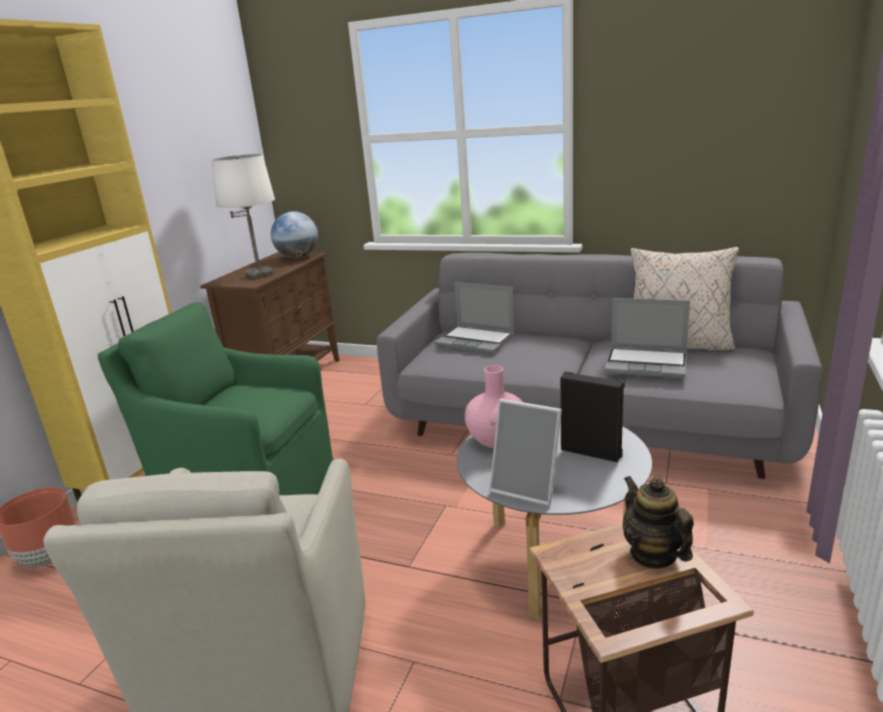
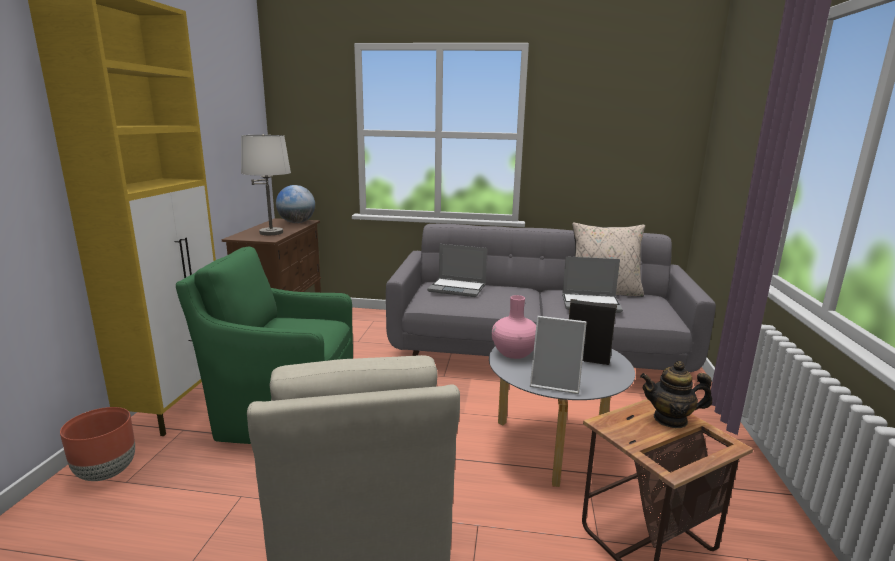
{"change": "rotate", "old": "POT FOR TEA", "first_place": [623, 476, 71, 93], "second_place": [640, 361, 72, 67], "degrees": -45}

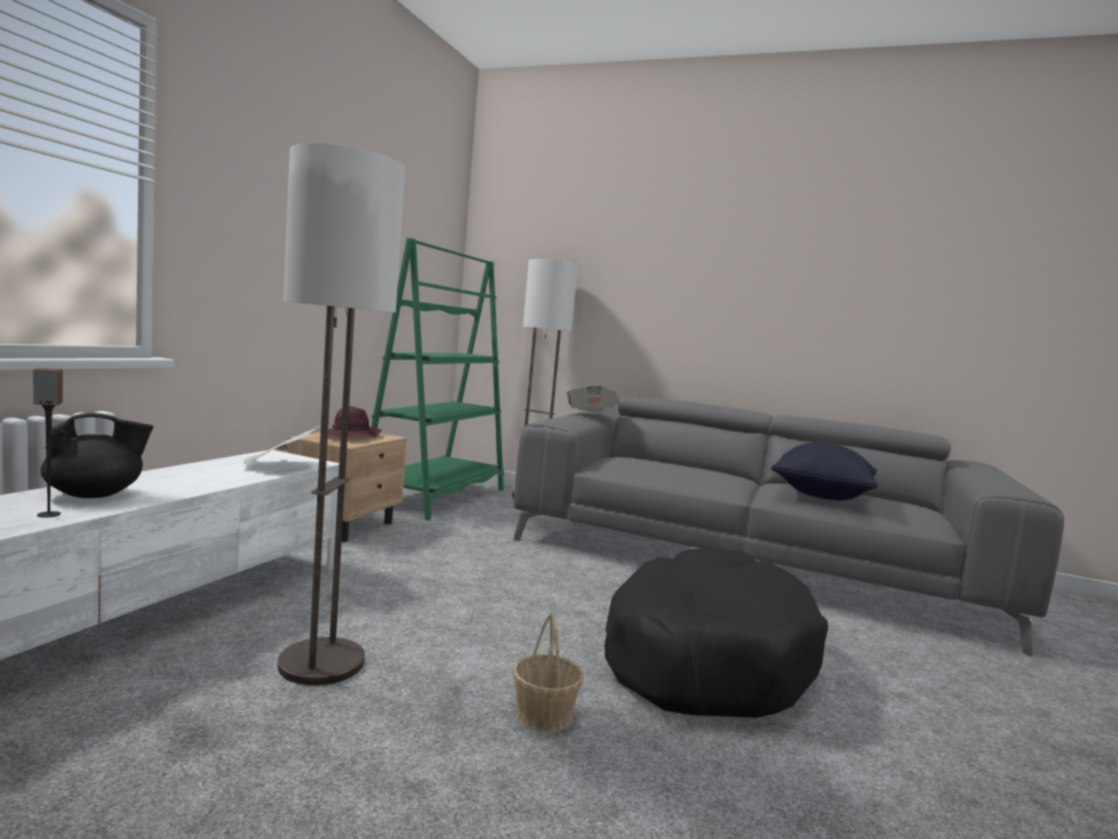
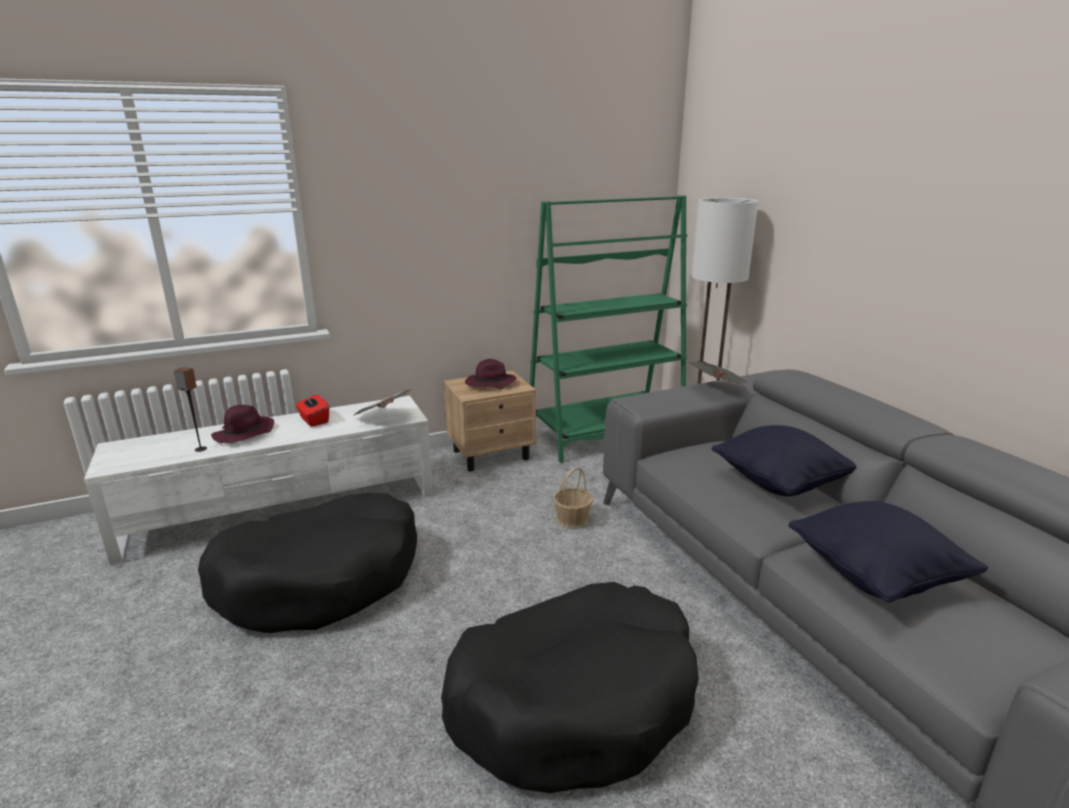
{"change": "replace", "old": "BLACK-COLOURED POT FOR TEA", "new": "PURPLE-COLOURED CLOTHING HAT", "first_place": [40, 413, 113, 85], "second_place": [211, 405, 63, 38]}
{"change": "replace", "old": "FLOOR LAMP", "new": "BLACK-COLOURED PET BED", "first_place": [278, 143, 127, 542], "second_place": [198, 493, 219, 140]}
{"change": "move", "old": "BASKET", "first_place": [512, 613, 72, 119], "second_place": [553, 467, 40, 62]}
{"change": "insert", "new": "RED BOX OF TISSUES", "second_place": [296, 395, 33, 32]}
{"change": "insert", "new": "BLACK-COLOURED THROW PILLOW", "second_place": [712, 425, 144, 71]}

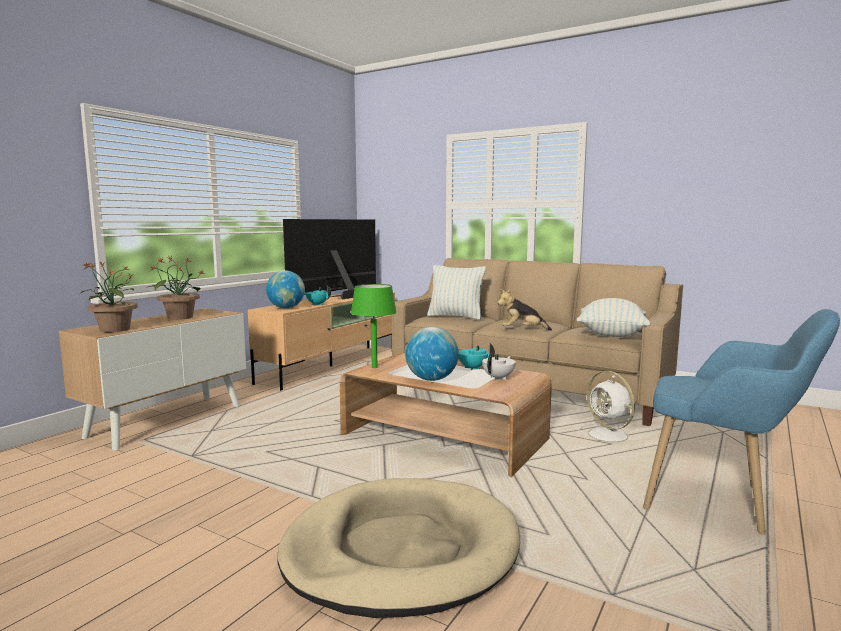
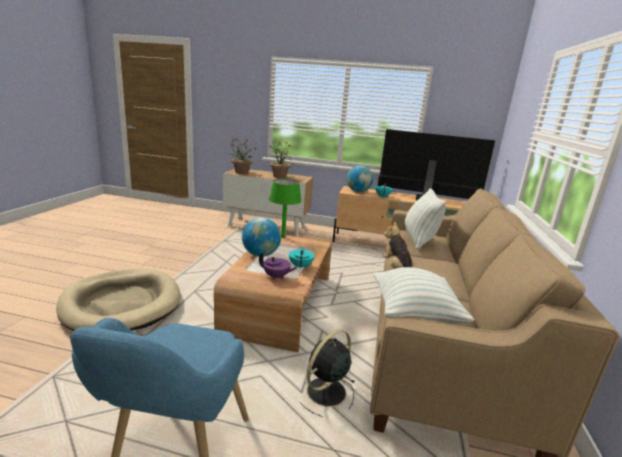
{"change": "recolor", "old": "WHITISH POT FOR TEA", "new": "PURPLE-COLOURED POT FOR TEA", "first_place": [482, 353, 34, 27], "second_place": [259, 252, 38, 28]}
{"change": "recolor", "old": "WHITISH FAN", "new": "BLACK-COLOURED FAN", "first_place": [578, 371, 63, 75], "second_place": [300, 330, 54, 87]}

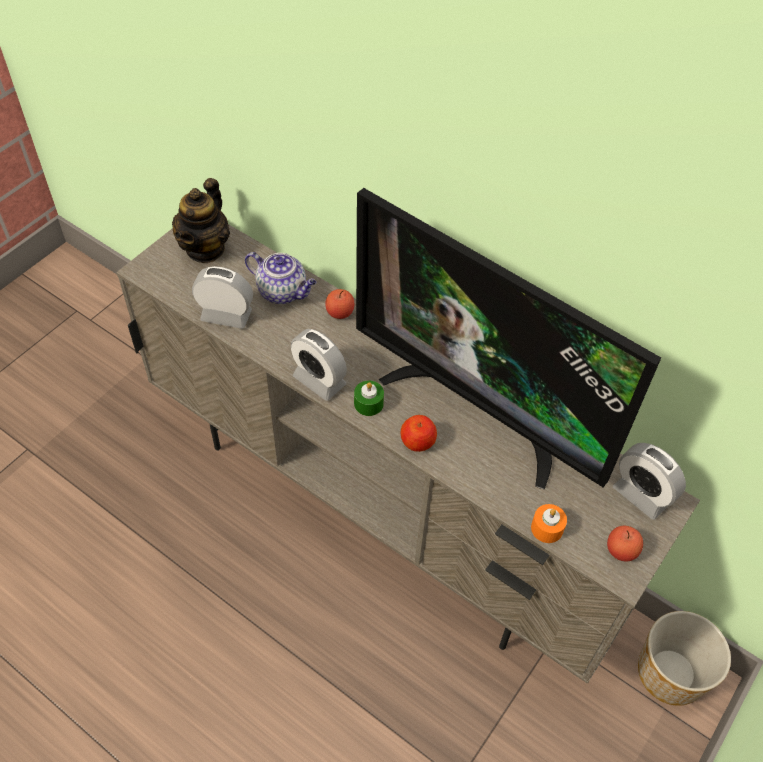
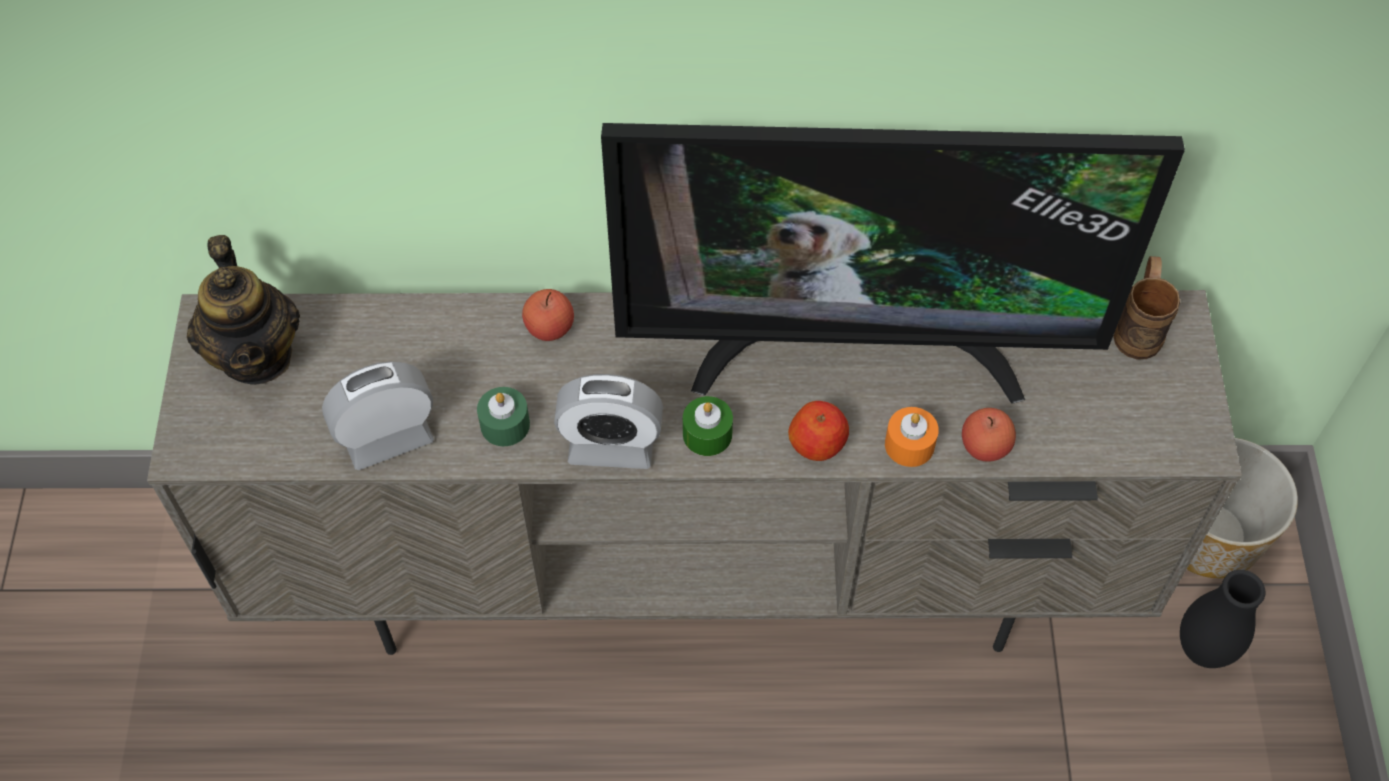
{"change": "delete", "old": "POT FOR TEA", "first_place": [245, 252, 72, 52]}
{"change": "move", "old": "ORANGE CANDLE", "first_place": [531, 504, 36, 39], "second_place": [885, 407, 54, 60]}
{"change": "move", "old": "WHOLE APPLE", "first_place": [607, 526, 36, 35], "second_place": [962, 408, 54, 54]}
{"change": "replace", "old": "TABLE CLOCK", "new": "BROWN-COLOURED COFFEE MUG", "first_place": [613, 443, 73, 77], "second_place": [1114, 256, 66, 103]}
{"change": "insert", "new": "GREENISH CANDLE", "second_place": [477, 387, 53, 59]}
{"change": "insert", "new": "BLACK-COLOURED VASE", "second_place": [1180, 570, 85, 98]}

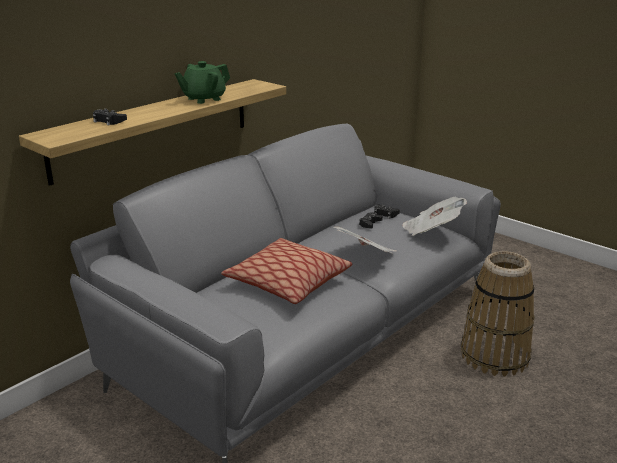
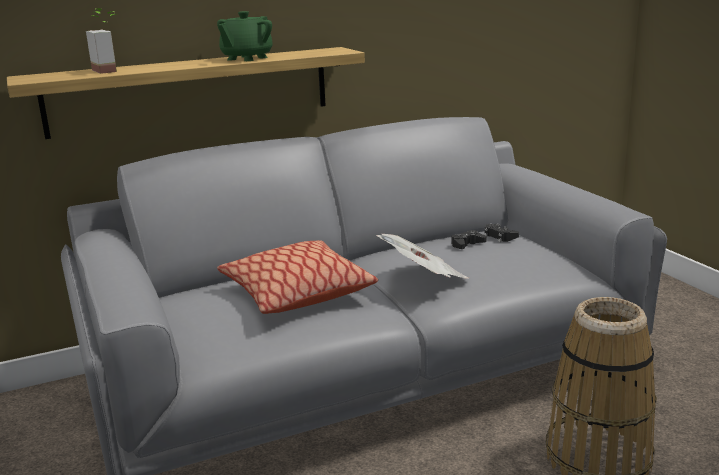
{"change": "replace", "old": "BLACK-COLOURED GAME CONTROLLER", "new": "PLANT IN A POT", "first_place": [93, 109, 34, 16], "second_place": [86, 8, 33, 66]}
{"change": "rotate", "old": "GREENISH POT FOR TEA", "first_place": [175, 61, 55, 43], "second_place": [217, 11, 56, 50], "degrees": -45}
{"change": "delete", "old": "PRINTED PAPER", "first_place": [402, 197, 65, 39]}

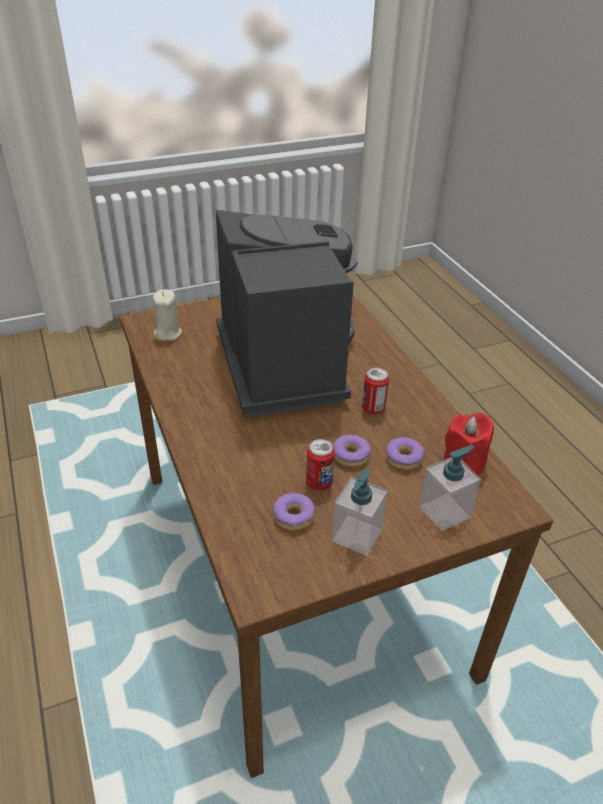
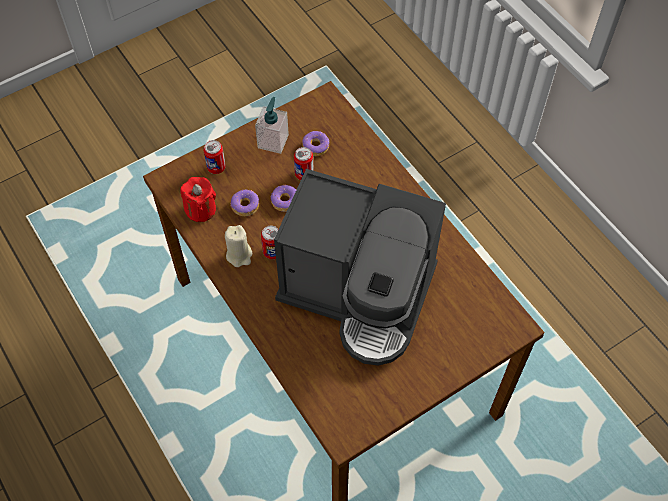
{"change": "move", "old": "SAND-COLOURED CANDLE", "first_place": [153, 289, 29, 52], "second_place": [225, 225, 27, 42]}
{"change": "rotate", "old": "COFFEE BREWER", "first_place": [216, 210, 142, 207], "second_place": [274, 169, 172, 197], "degrees": -45}
{"change": "replace", "old": "LIQUID SOAP BOTTLE", "new": "METAL CAN", "first_place": [419, 445, 62, 86], "second_place": [203, 140, 23, 34]}

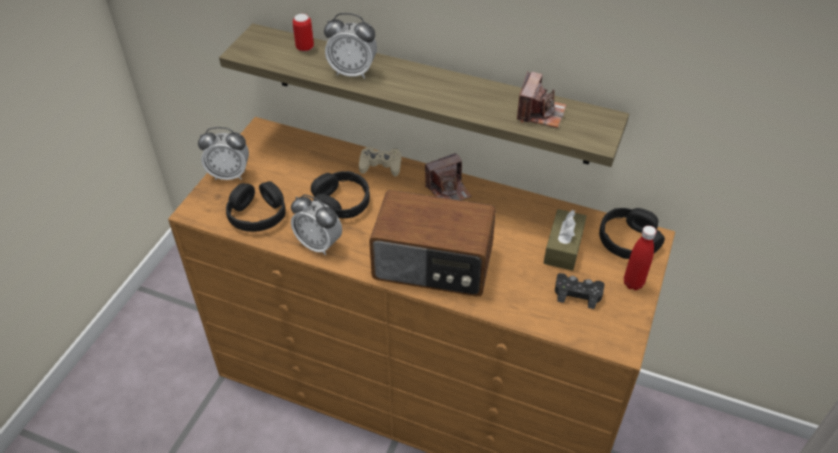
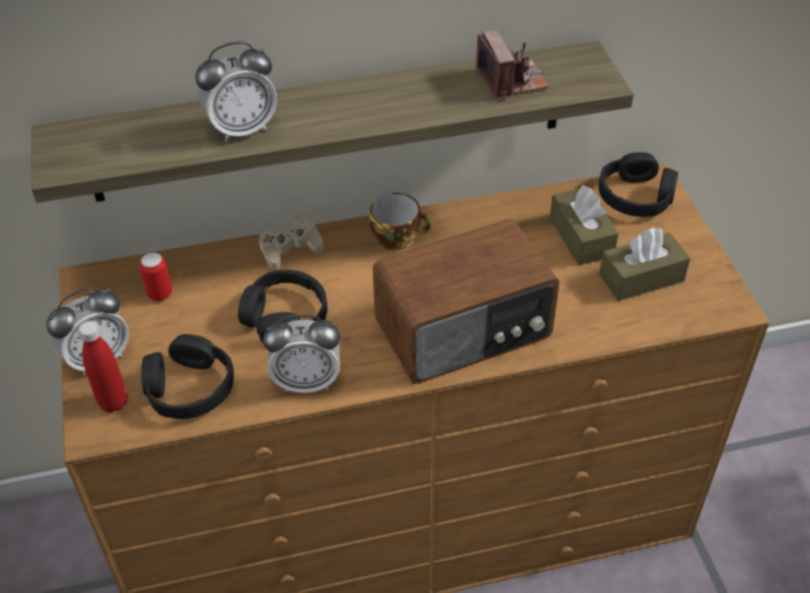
{"change": "move", "old": "METAL CAN", "first_place": [293, 14, 21, 37], "second_place": [139, 252, 33, 49]}
{"change": "replace", "old": "STILL CAMERA", "new": "CUP", "first_place": [425, 153, 46, 47], "second_place": [369, 193, 62, 58]}
{"change": "replace", "old": "BLACK-COLOURED GAME CONTROLLER", "new": "BROWN-COLOURED BOX OF TISSUES", "first_place": [555, 273, 49, 36], "second_place": [599, 228, 91, 73]}
{"change": "move", "old": "RED BOTTLE", "first_place": [624, 226, 32, 64], "second_place": [78, 321, 50, 92]}

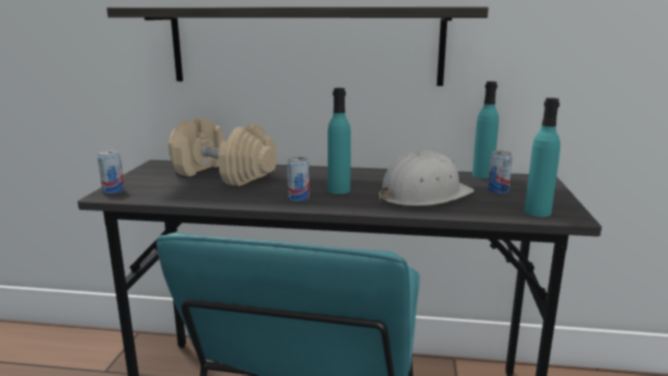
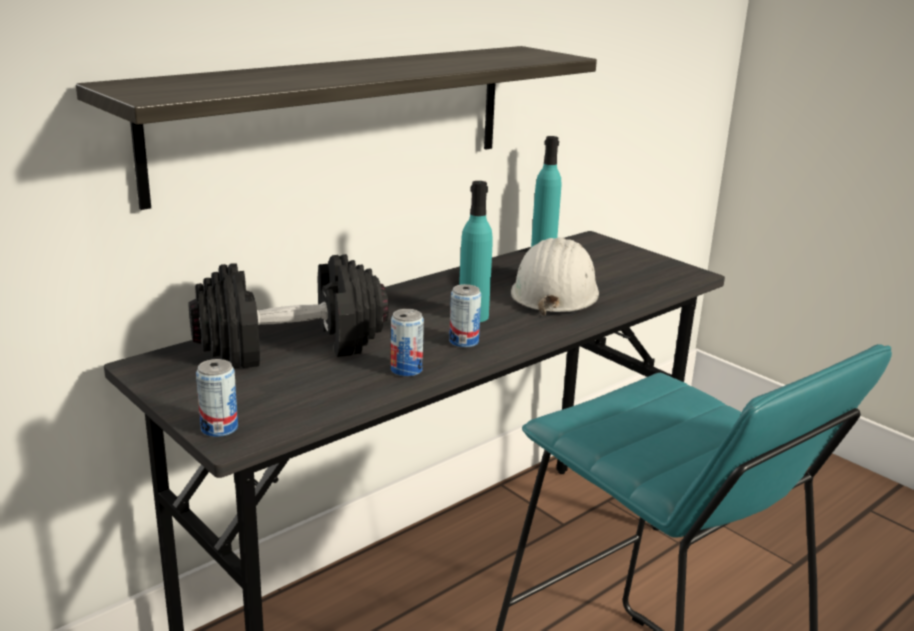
{"change": "recolor", "old": "SAND-COLOURED HAND WEIGHT", "new": "BLACK-COLOURED HAND WEIGHT", "first_place": [168, 117, 109, 69], "second_place": [188, 254, 201, 114]}
{"change": "move", "old": "METAL CAN", "first_place": [488, 151, 25, 43], "second_place": [391, 309, 33, 68]}
{"change": "delete", "old": "BLUE-GREEN BOTTLE", "first_place": [524, 98, 36, 119]}

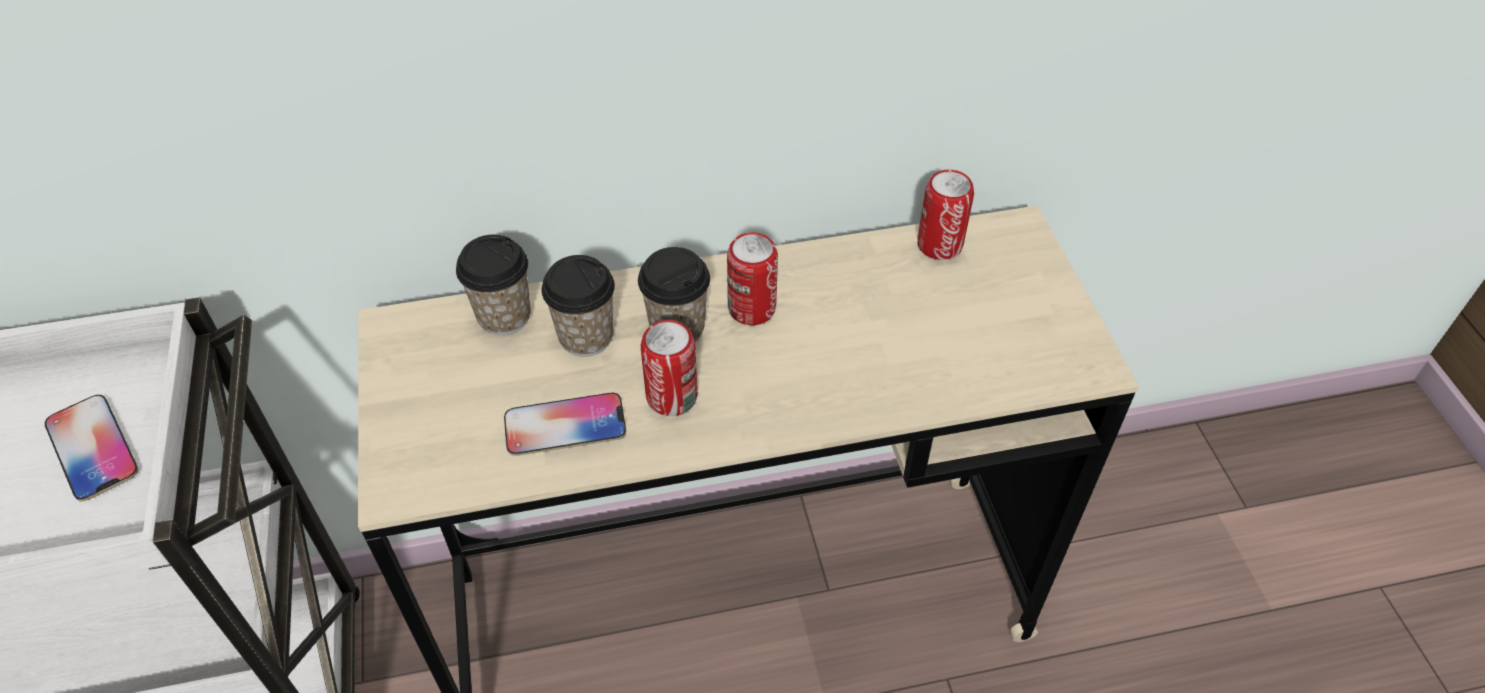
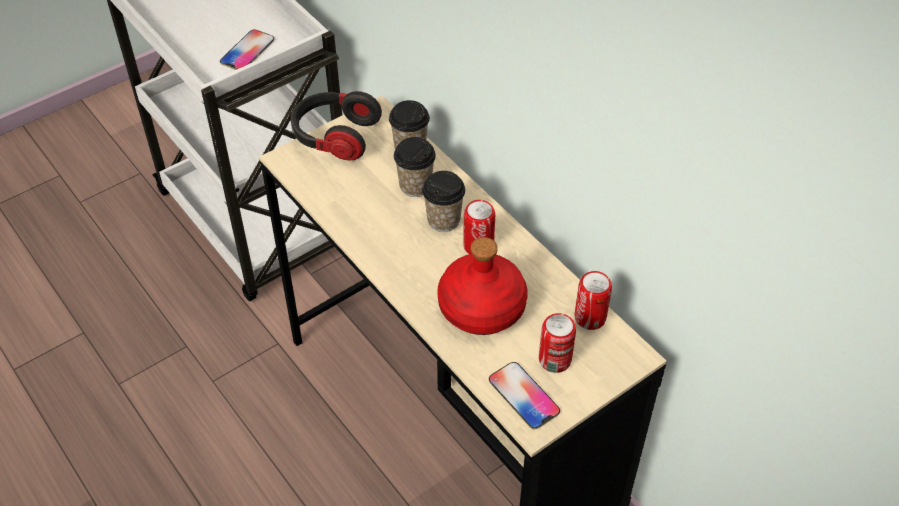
{"change": "move", "old": "HANDSET", "first_place": [504, 393, 122, 63], "second_place": [489, 362, 71, 68]}
{"change": "move", "old": "METAL CAN", "first_place": [641, 320, 57, 96], "second_place": [539, 313, 37, 60]}
{"change": "insert", "new": "PAIR OF HEADPHONES", "second_place": [290, 91, 92, 69]}
{"change": "insert", "new": "RED BOTTLE", "second_place": [437, 237, 91, 98]}

